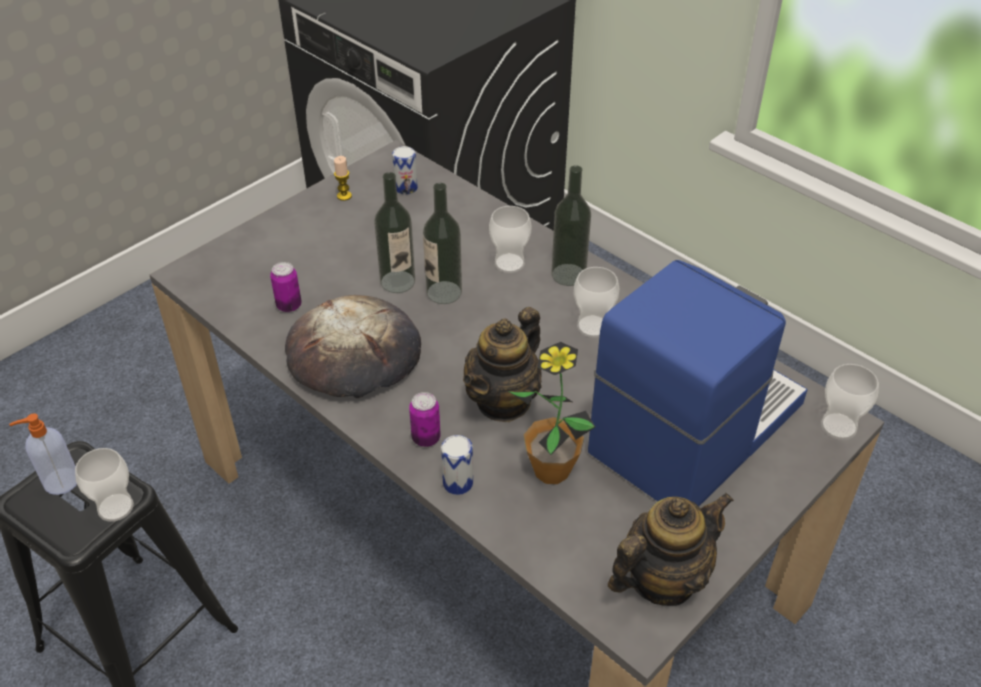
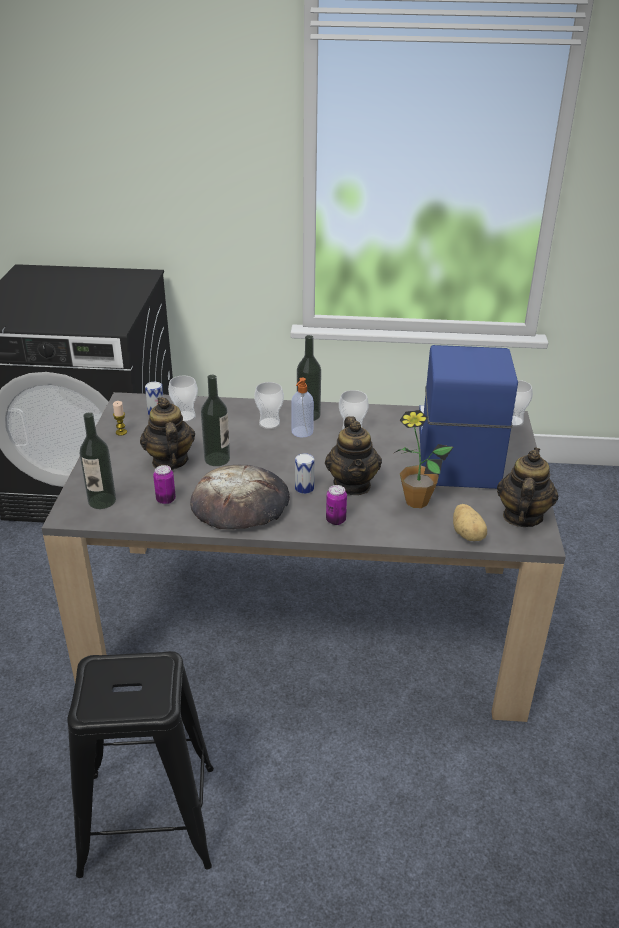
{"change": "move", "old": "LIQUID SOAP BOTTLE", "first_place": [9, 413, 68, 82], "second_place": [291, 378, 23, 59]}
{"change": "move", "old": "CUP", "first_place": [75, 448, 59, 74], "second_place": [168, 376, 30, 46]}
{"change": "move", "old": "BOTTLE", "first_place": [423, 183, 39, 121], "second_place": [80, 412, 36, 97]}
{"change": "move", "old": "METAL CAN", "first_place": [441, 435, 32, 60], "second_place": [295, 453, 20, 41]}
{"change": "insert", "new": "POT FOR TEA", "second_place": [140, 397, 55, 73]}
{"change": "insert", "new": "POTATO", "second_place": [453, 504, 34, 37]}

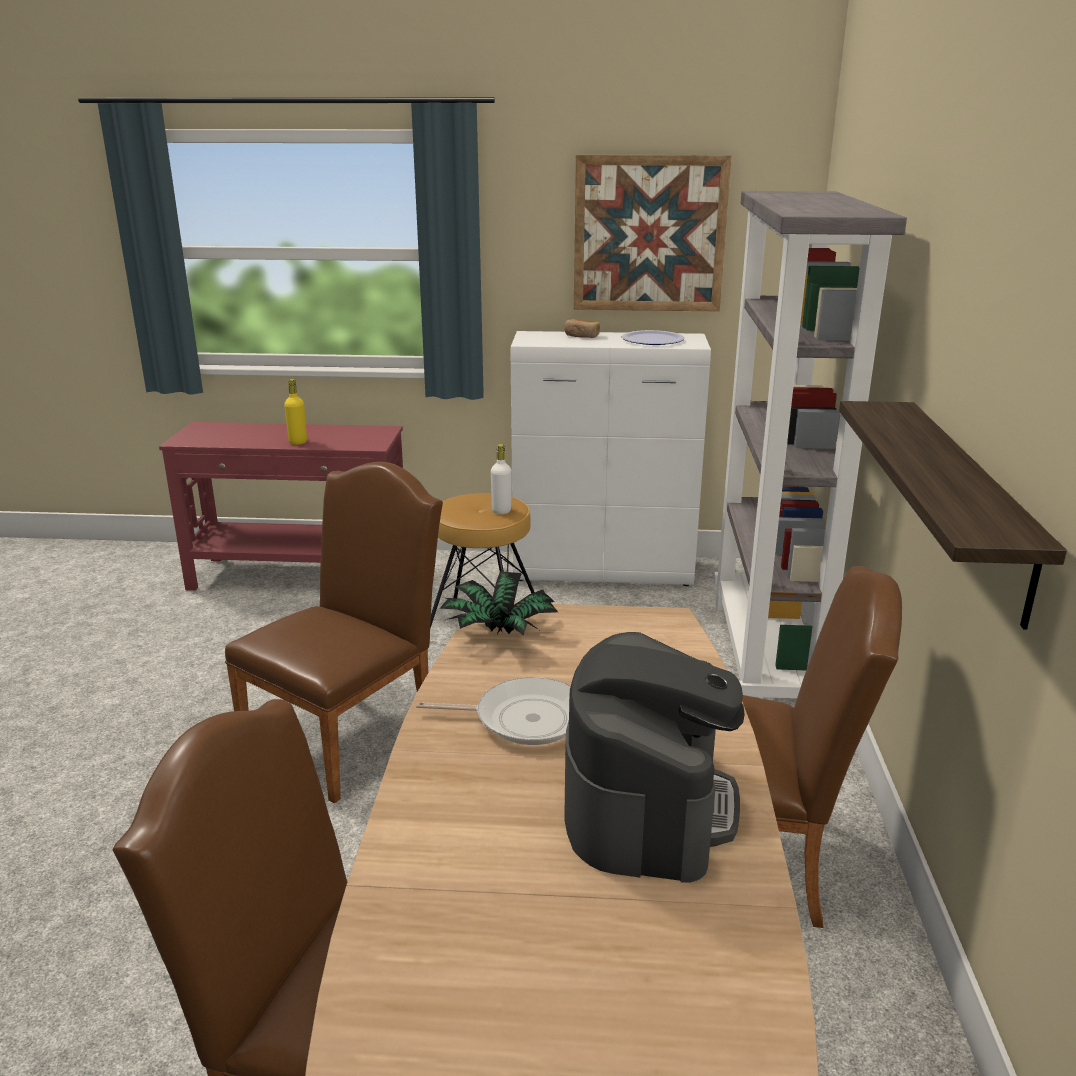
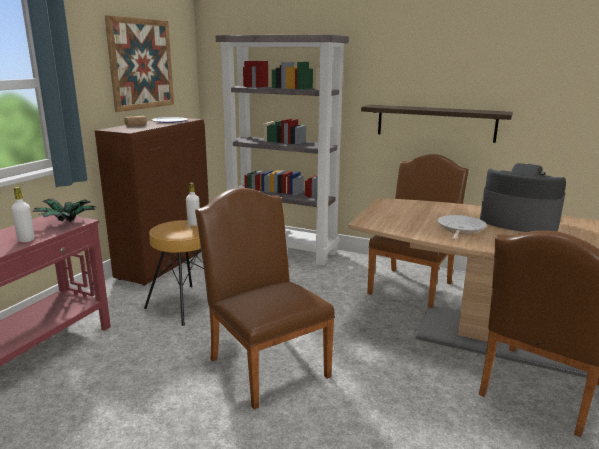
{"change": "recolor", "old": "YELLOWISH BOTTLE", "new": "WHITISH BOTTLE", "first_place": [284, 379, 23, 66], "second_place": [11, 187, 24, 55]}
{"change": "move", "old": "PLANT IN A POT", "first_place": [439, 571, 119, 65], "second_place": [32, 199, 63, 23]}
{"change": "recolor", "old": "WHITISH STORAGE CABINET", "new": "BROWN-COLOURED STORAGE CABINET", "first_place": [511, 331, 200, 255], "second_place": [95, 118, 114, 168]}

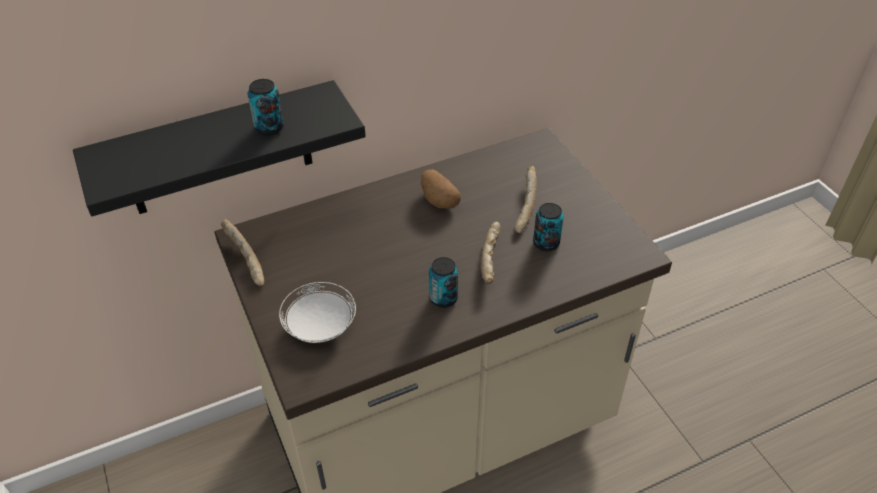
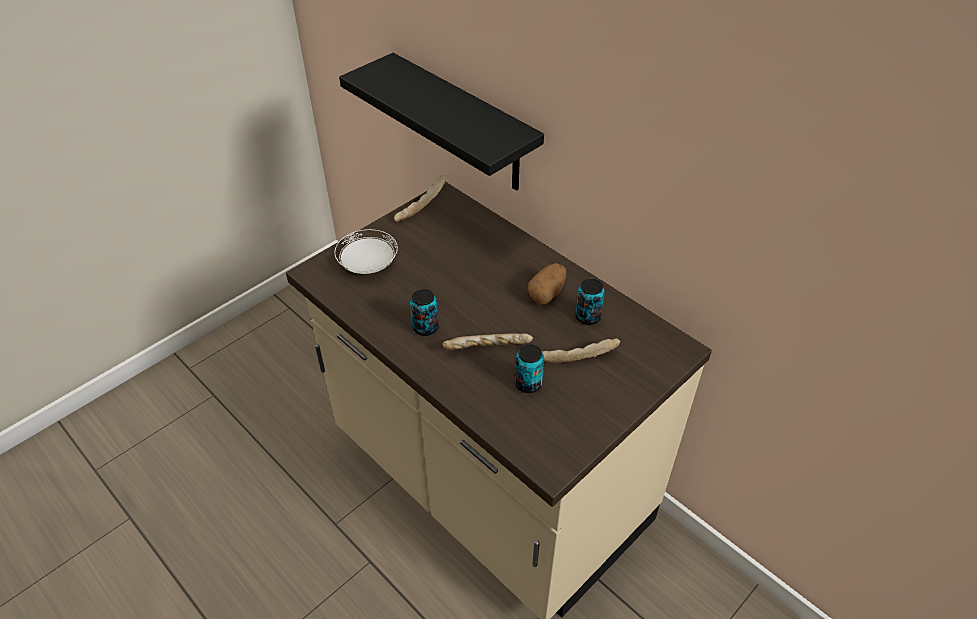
{"change": "move", "old": "METAL CAN", "first_place": [247, 79, 37, 57], "second_place": [575, 279, 30, 46]}

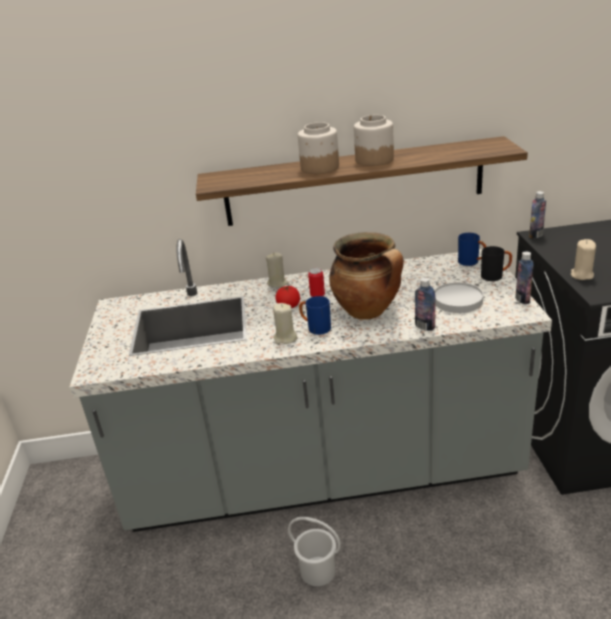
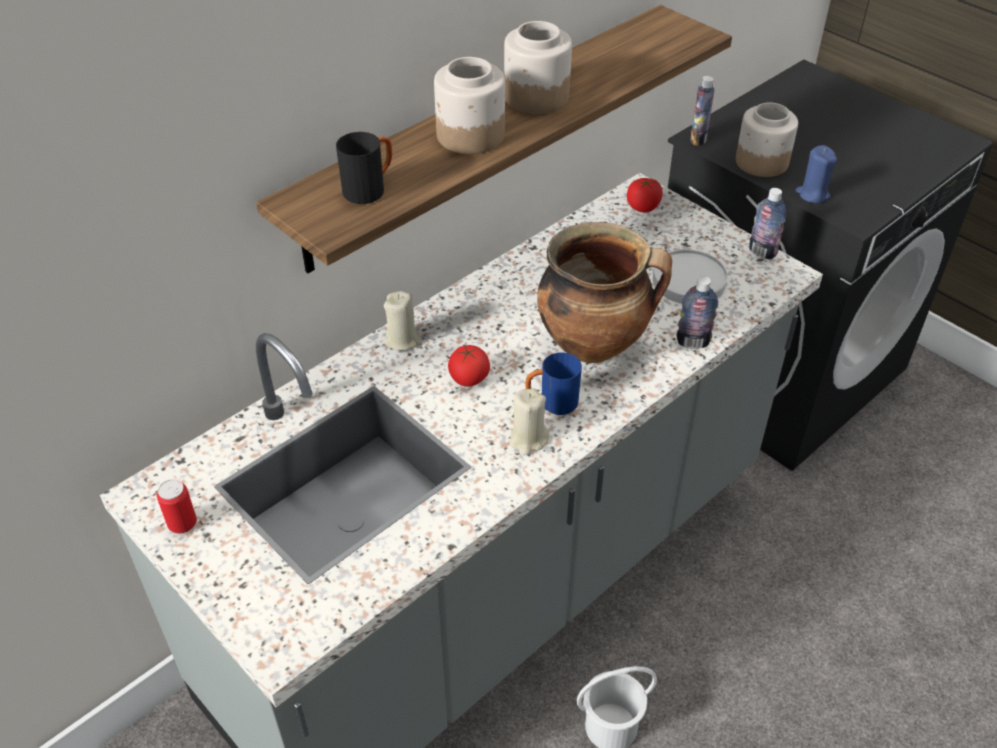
{"change": "move", "old": "METAL CAN", "first_place": [308, 268, 17, 29], "second_place": [157, 479, 40, 57]}
{"change": "replace", "old": "BLUE-COLOURED COFFEE MUG", "new": "WHOLE TOMATO", "first_place": [458, 233, 28, 33], "second_place": [627, 178, 36, 34]}
{"change": "move", "old": "BLACK-COLOURED COFFEE MUG", "first_place": [481, 246, 31, 35], "second_place": [336, 132, 56, 72]}
{"change": "recolor", "old": "SAND-COLOURED CANDLE", "new": "BLUE-COLOURED CANDLE", "first_place": [571, 239, 25, 41], "second_place": [795, 145, 42, 58]}
{"change": "insert", "new": "PRESERVE JAR", "second_place": [736, 103, 62, 74]}

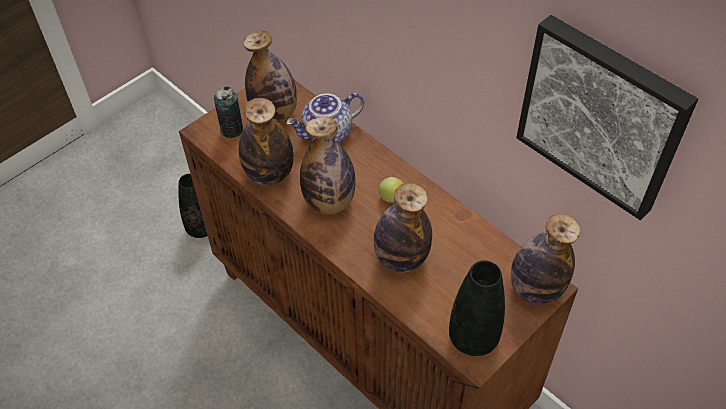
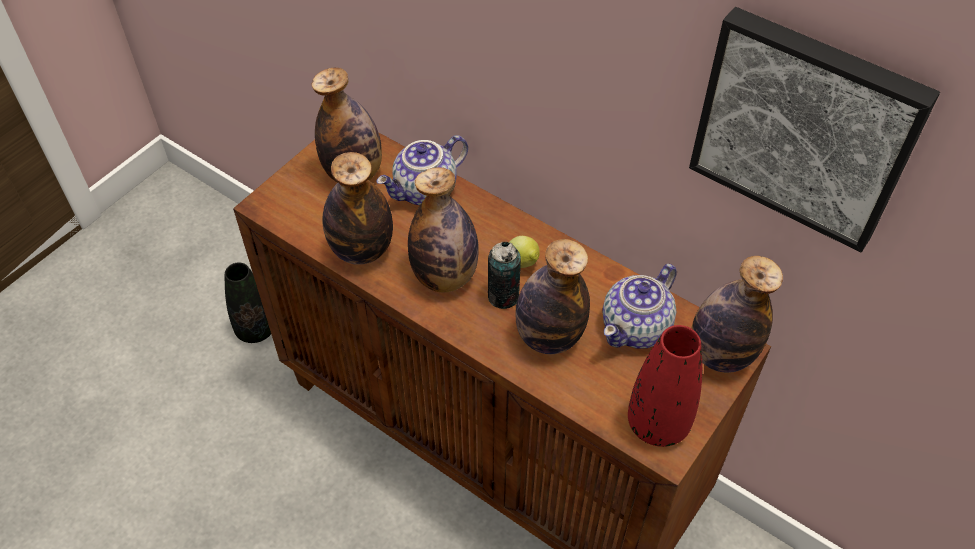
{"change": "move", "old": "METAL CAN", "first_place": [214, 87, 29, 51], "second_place": [488, 242, 33, 67]}
{"change": "recolor", "old": "BLACK-COLOURED VASE", "new": "RED VASE", "first_place": [449, 260, 56, 96], "second_place": [628, 325, 74, 122]}
{"change": "insert", "new": "POT FOR TEA", "second_place": [602, 264, 75, 85]}

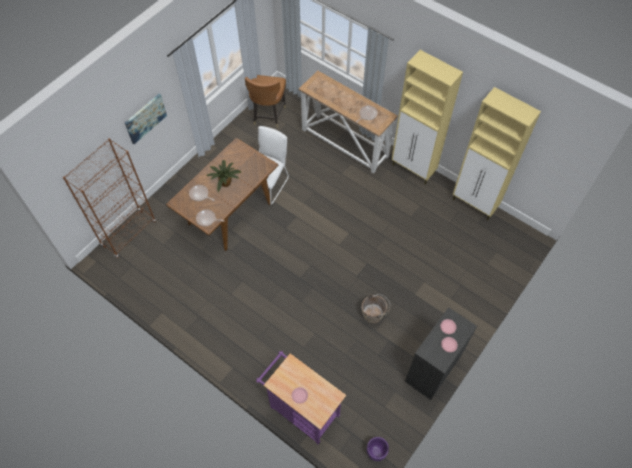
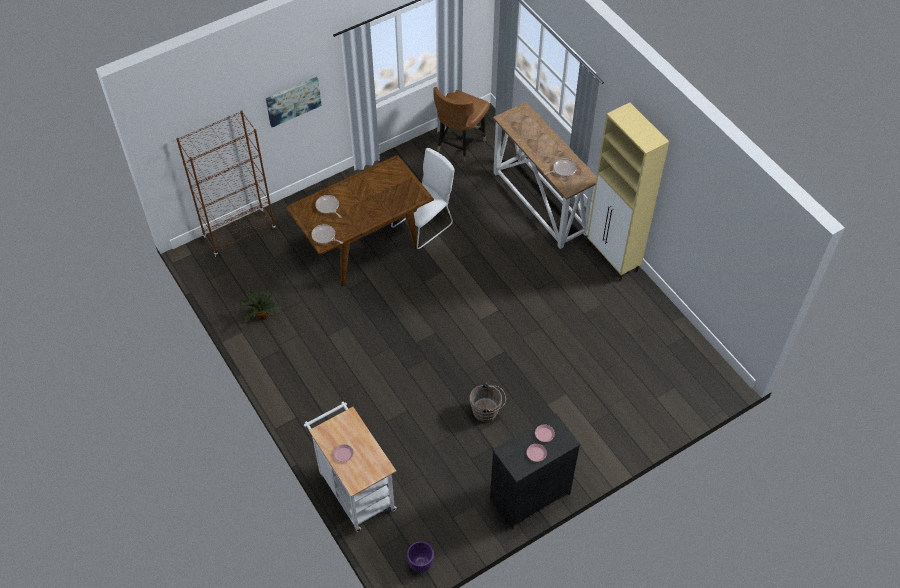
{"change": "move", "old": "PLANT IN A POT", "first_place": [206, 160, 35, 32], "second_place": [239, 288, 43, 36]}
{"change": "recolor", "old": "PURPLE-COLOURED CART", "new": "WHITISH CART", "first_place": [256, 351, 90, 93], "second_place": [304, 402, 93, 130]}
{"change": "delete", "old": "SAND-COLOURED STORAGE CABINET", "first_place": [453, 87, 88, 133]}

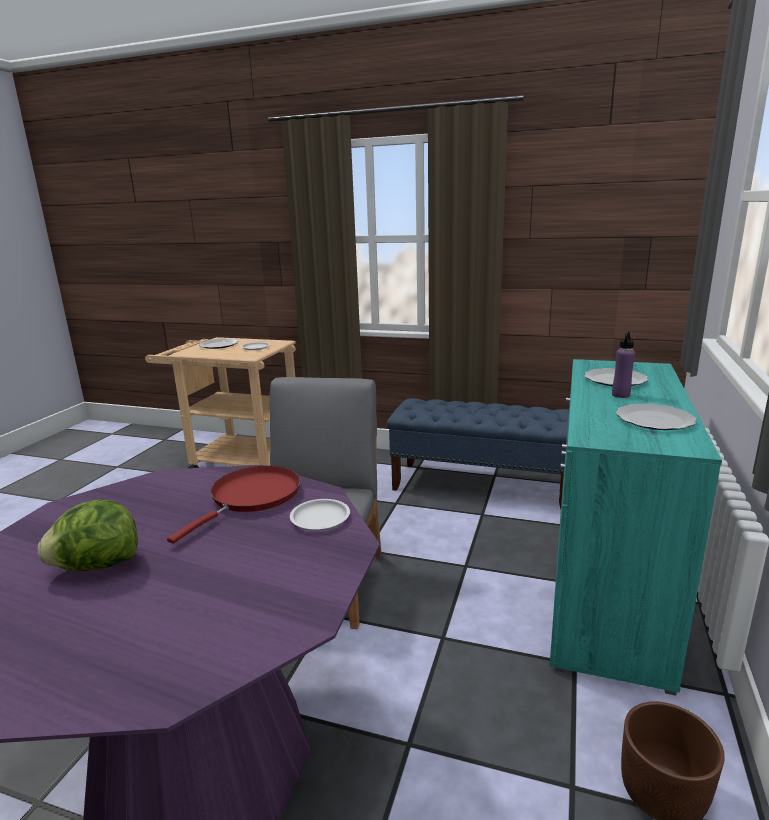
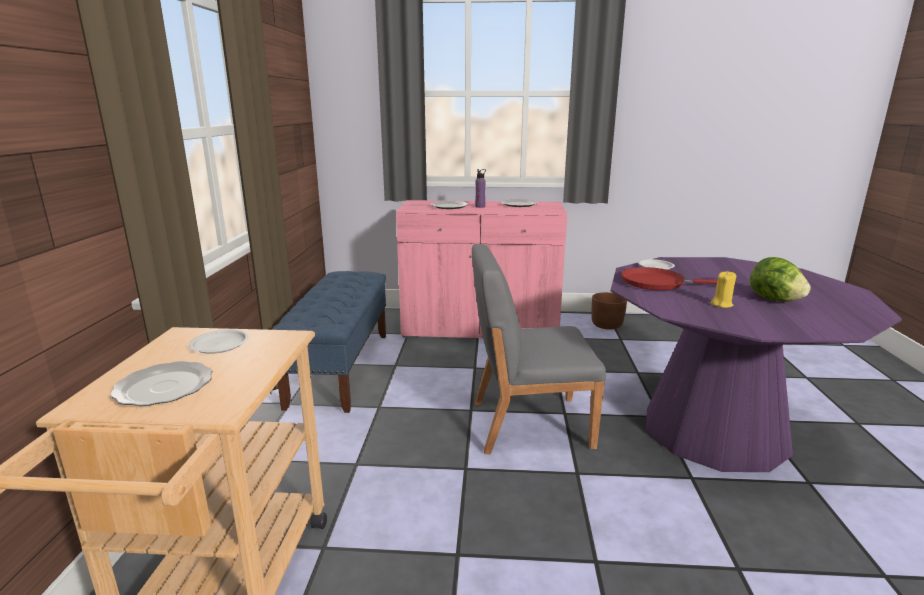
{"change": "recolor", "old": "BLUE-GREEN STORAGE CABINET", "new": "PINK STORAGE CABINET", "first_place": [550, 359, 172, 337], "second_place": [396, 200, 171, 138]}
{"change": "insert", "new": "YELLOWISH CANDLE", "second_place": [711, 271, 25, 37]}

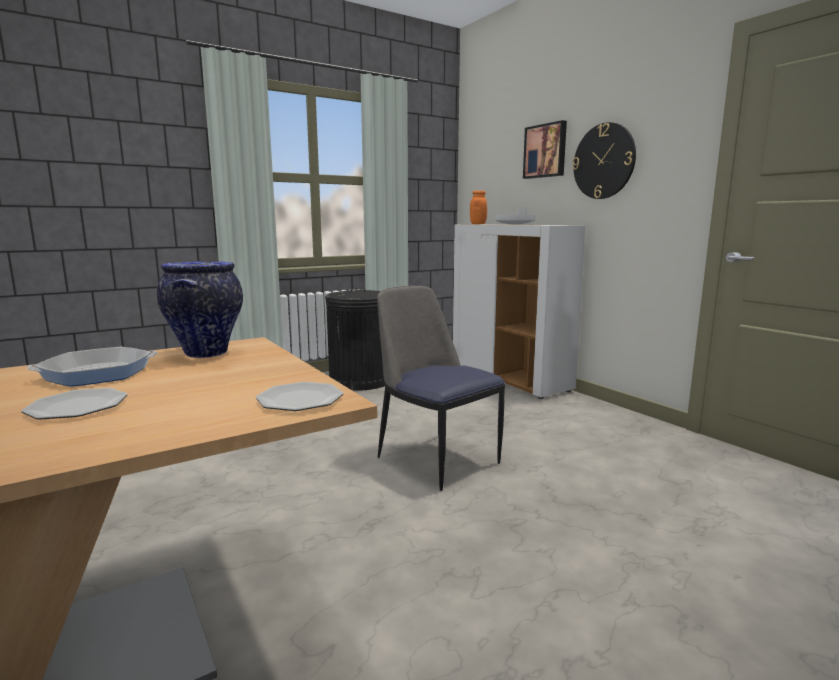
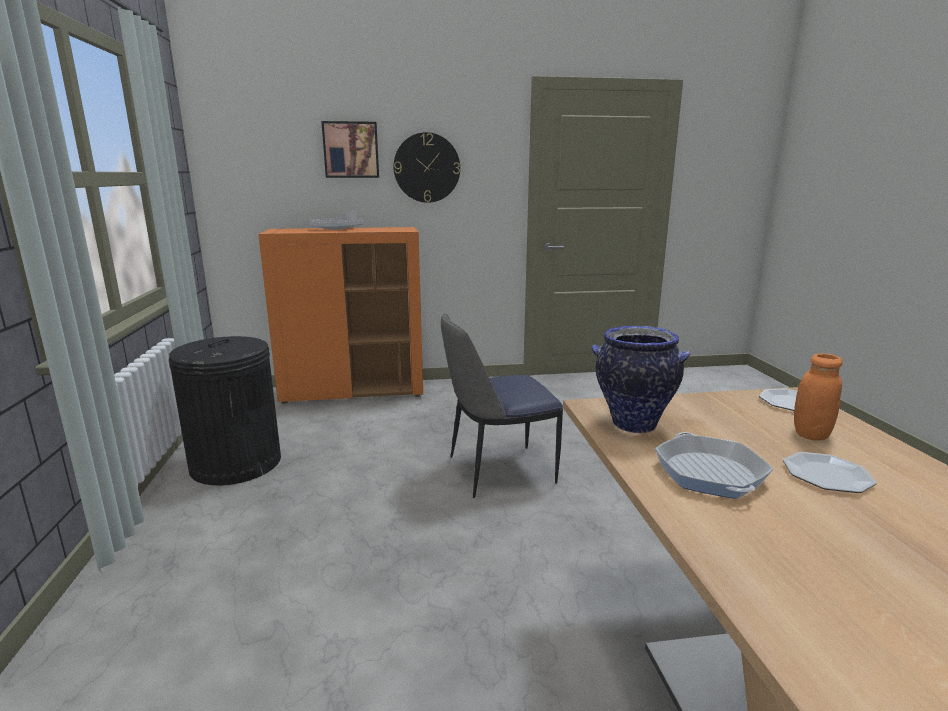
{"change": "recolor", "old": "WHITISH STORAGE CABINET", "new": "ORANGE STORAGE CABINET", "first_place": [453, 224, 132, 175], "second_place": [258, 227, 165, 177]}
{"change": "move", "old": "ORANGE PRESERVE JAR", "first_place": [470, 191, 17, 33], "second_place": [794, 353, 48, 87]}

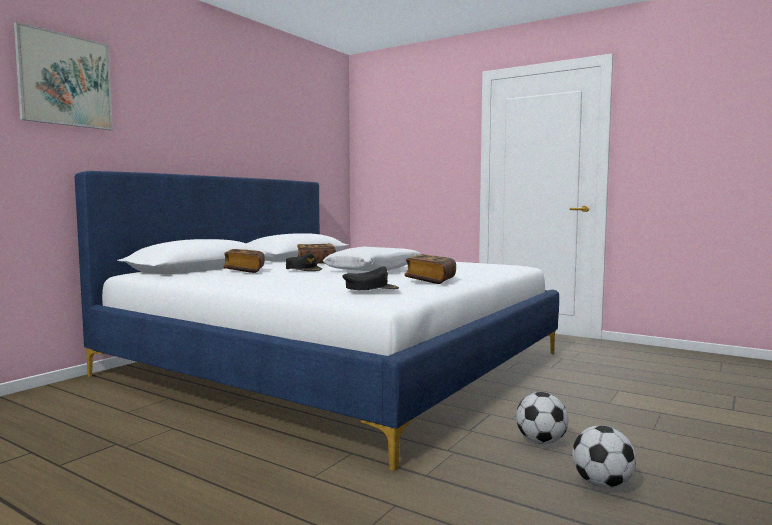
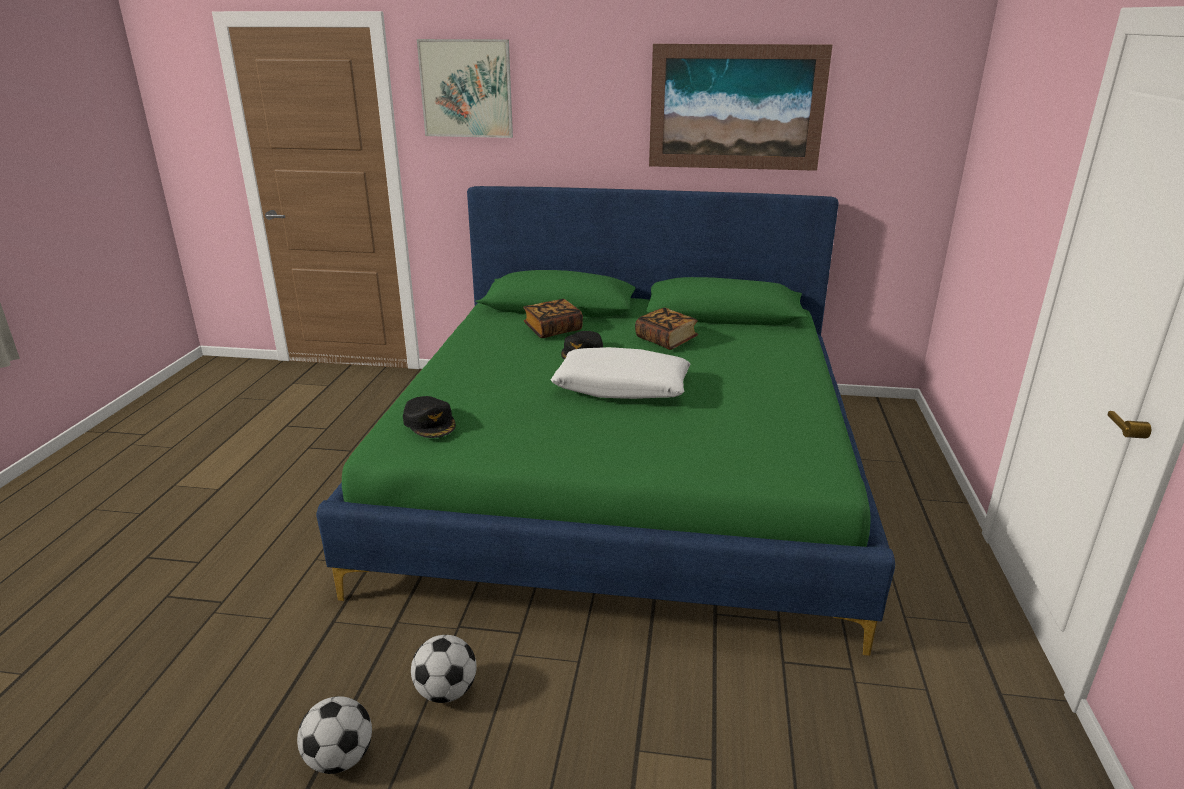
{"change": "recolor", "old": "WHITISH BED", "new": "GREENISH BED", "first_place": [75, 171, 484, 300], "second_place": [316, 186, 579, 470]}
{"change": "delete", "old": "BOOK", "first_place": [404, 254, 52, 30]}
{"change": "insert", "new": "WALL ART", "second_place": [649, 44, 183, 127]}

